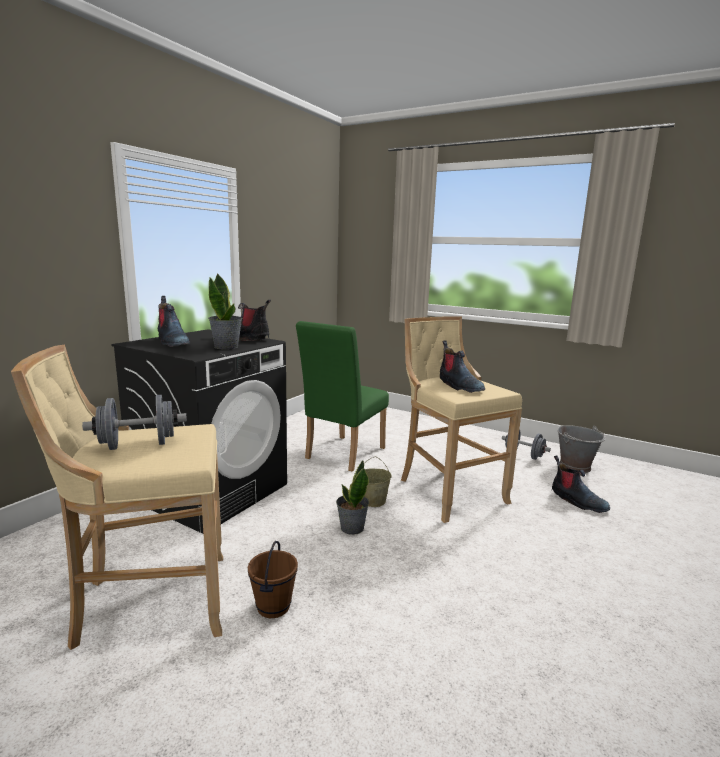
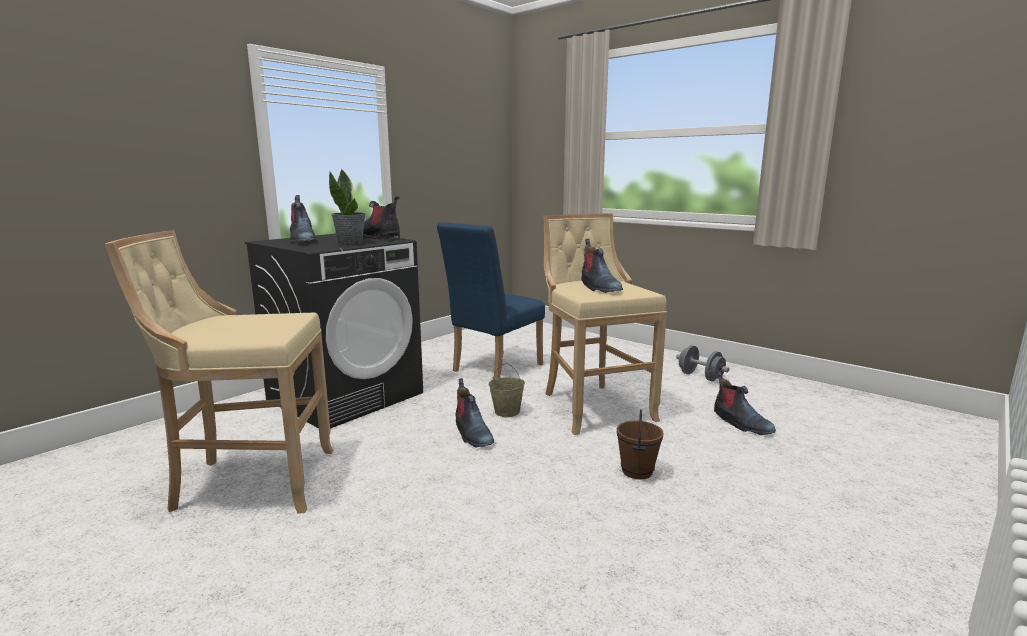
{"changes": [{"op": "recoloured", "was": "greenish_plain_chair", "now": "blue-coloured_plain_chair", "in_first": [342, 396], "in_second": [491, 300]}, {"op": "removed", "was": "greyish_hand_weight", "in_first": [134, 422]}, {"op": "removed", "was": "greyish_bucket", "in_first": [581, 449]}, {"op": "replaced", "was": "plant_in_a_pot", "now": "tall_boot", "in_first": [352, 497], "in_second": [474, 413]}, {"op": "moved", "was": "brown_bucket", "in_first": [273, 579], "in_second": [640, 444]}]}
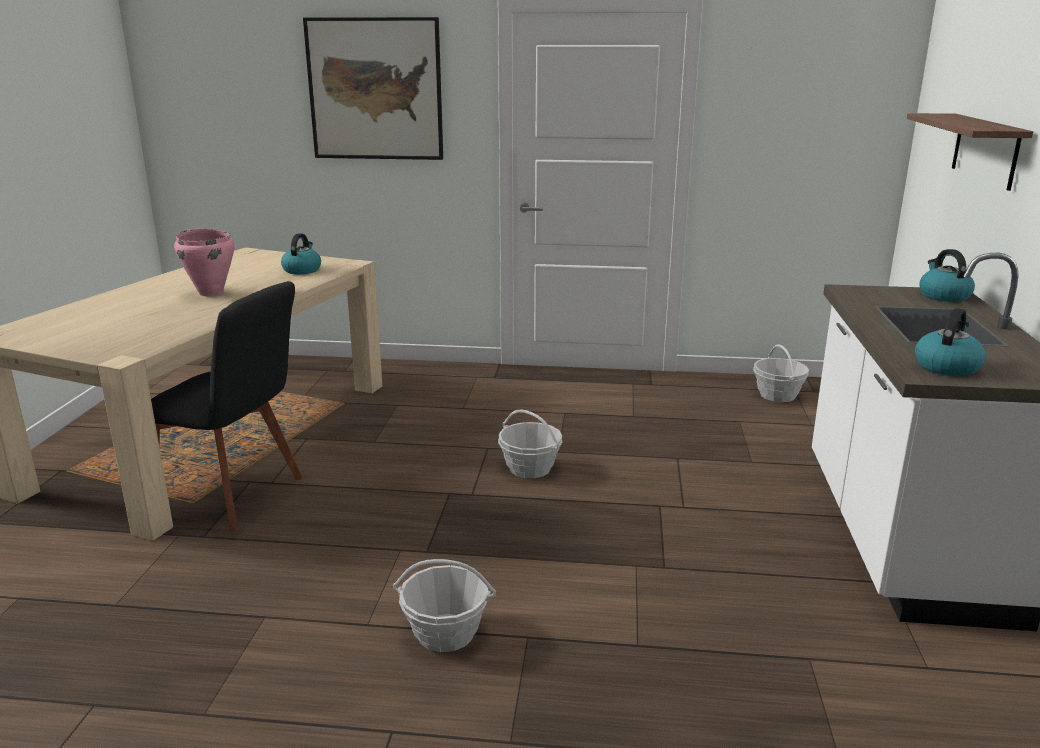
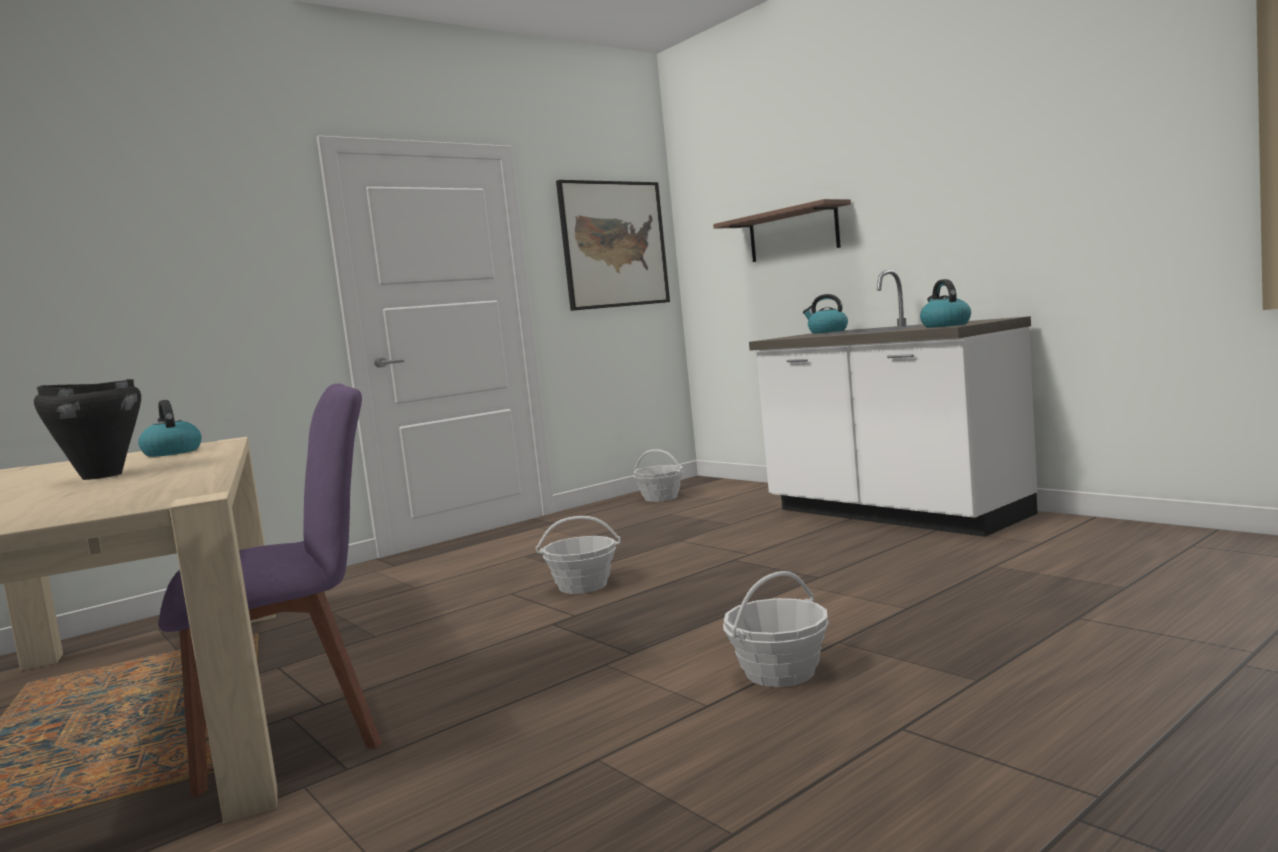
{"changes": [{"op": "moved", "was": "wall_art", "in_first": [373, 88], "in_second": [613, 245]}, {"op": "recoloured", "was": "pink-coloured_stockpot", "now": "black-coloured_stockpot", "in_first": [204, 262], "in_second": [87, 429]}, {"op": "recoloured", "was": "black-coloured_plain_chair", "now": "purplish_plain_chair", "in_first": [227, 406], "in_second": [270, 590]}]}
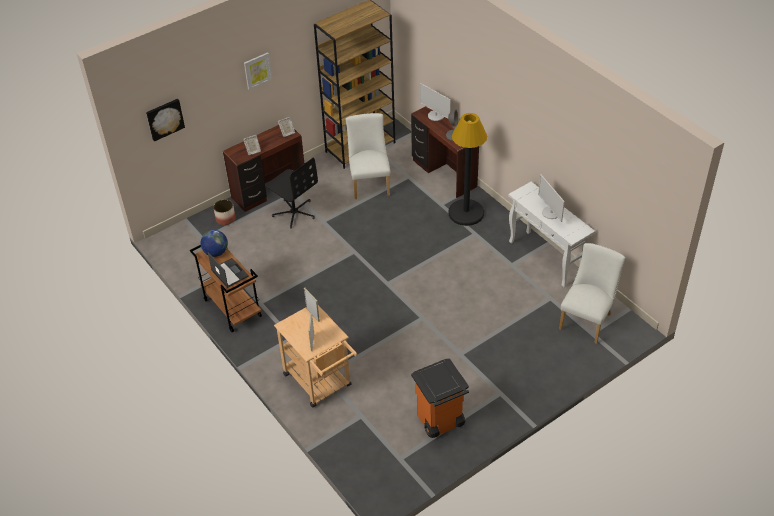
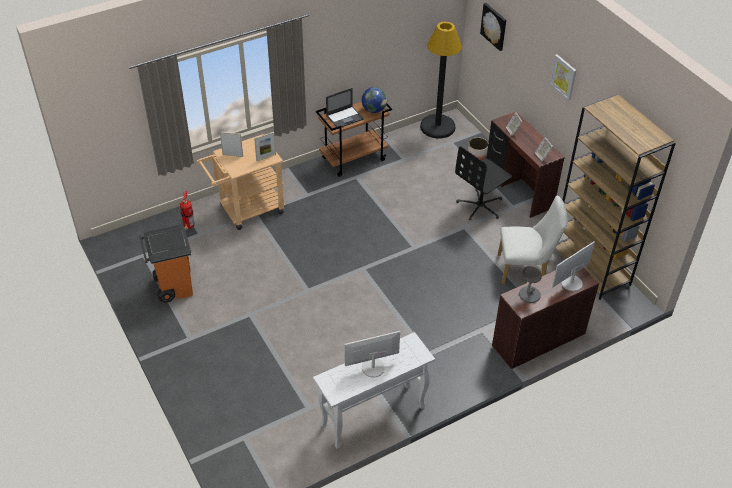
{"changes": [{"op": "moved", "was": "black-coloured_floor_lamp", "in_first": [467, 169], "in_second": [441, 80]}, {"op": "removed", "was": "white-coloured_plain_chair", "in_first": [592, 293]}, {"op": "added", "now": "fire_extinguisher", "in_second": [187, 210]}]}
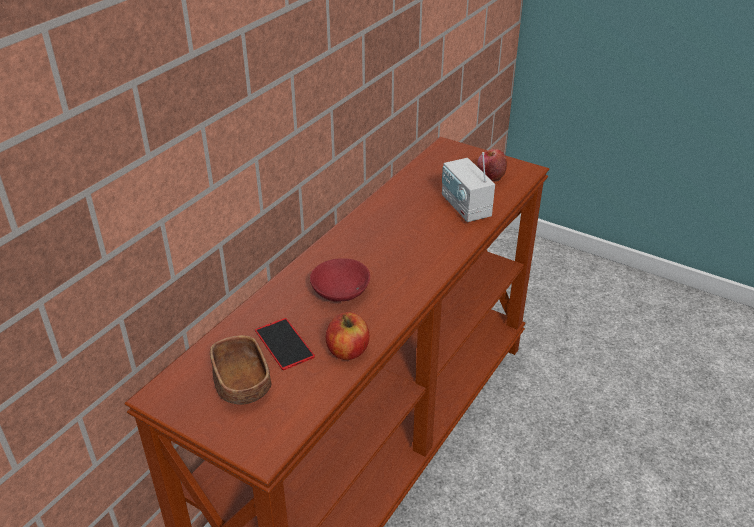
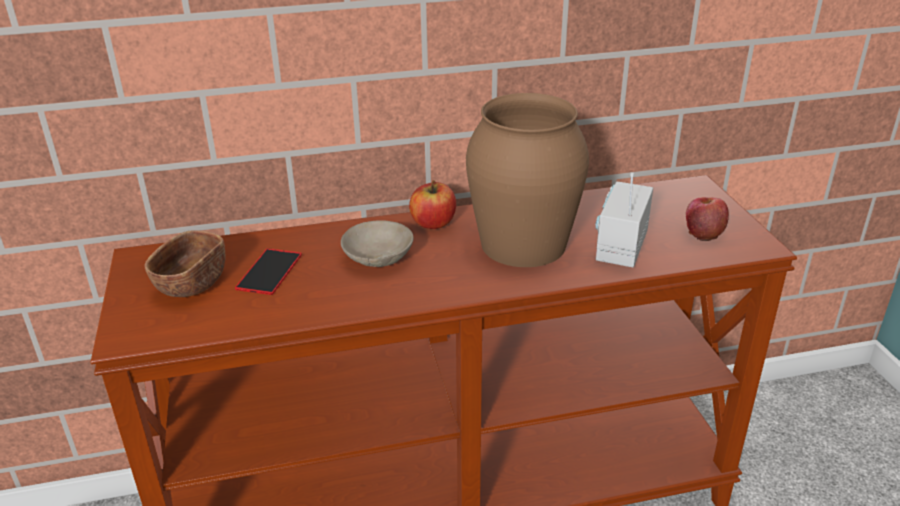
{"changes": [{"op": "recoloured", "was": "reddish_serving_bowl", "now": "beige_serving_bowl", "in_first": [340, 280], "in_second": [377, 243]}, {"op": "moved", "was": "apple", "in_first": [347, 336], "in_second": [432, 204]}, {"op": "added", "now": "brown_vase", "in_second": [527, 180]}]}
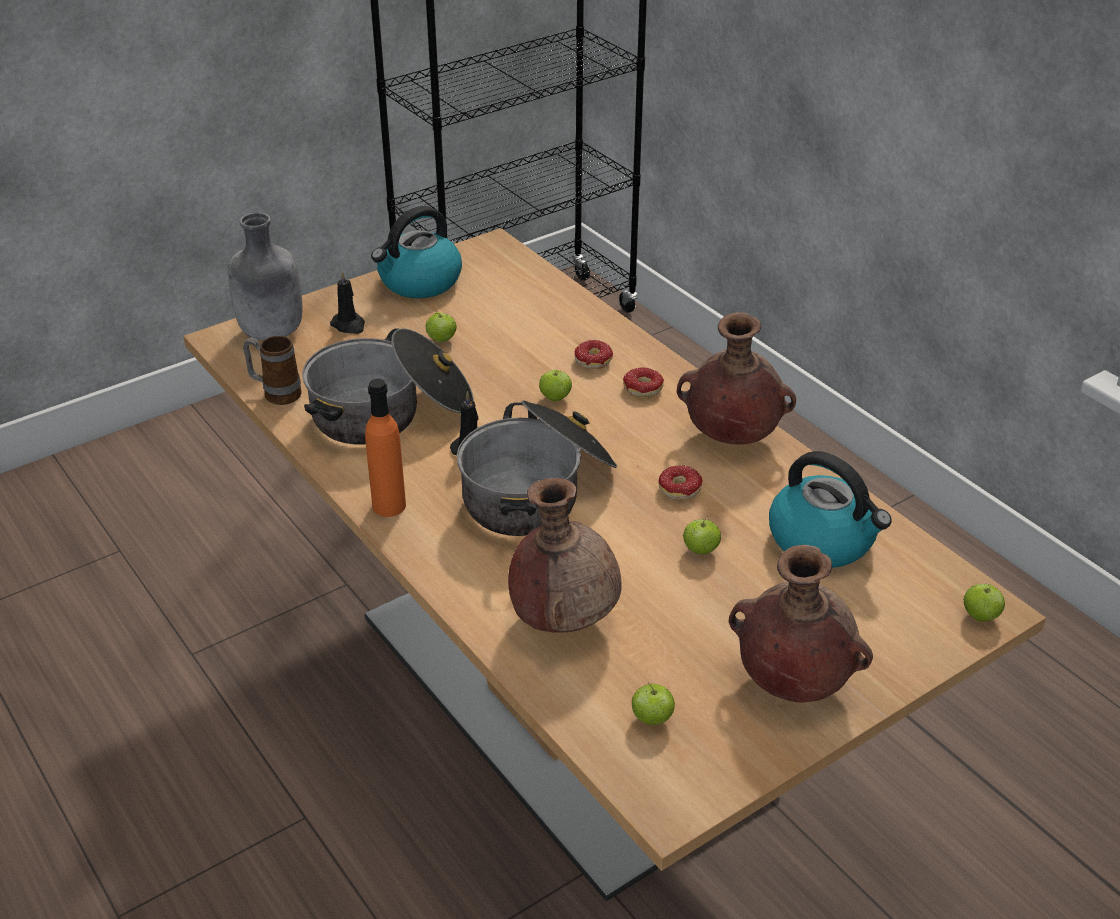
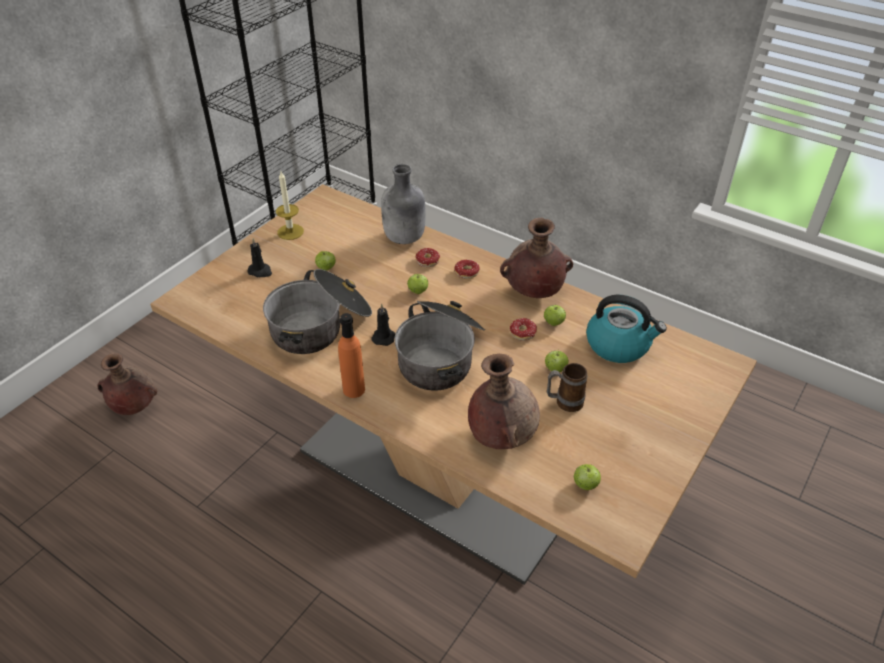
{"changes": [{"op": "replaced", "was": "water_kettle", "now": "candle", "in_first": [416, 252], "in_second": [290, 206]}, {"op": "moved", "was": "greyish_beverage_bottle", "in_first": [265, 276], "in_second": [403, 204]}, {"op": "moved", "was": "coffee_mug", "in_first": [272, 370], "in_second": [567, 387]}, {"op": "moved", "was": "brown_vase", "in_first": [801, 624], "in_second": [127, 384]}, {"op": "moved", "was": "apple", "in_first": [984, 603], "in_second": [555, 315]}]}
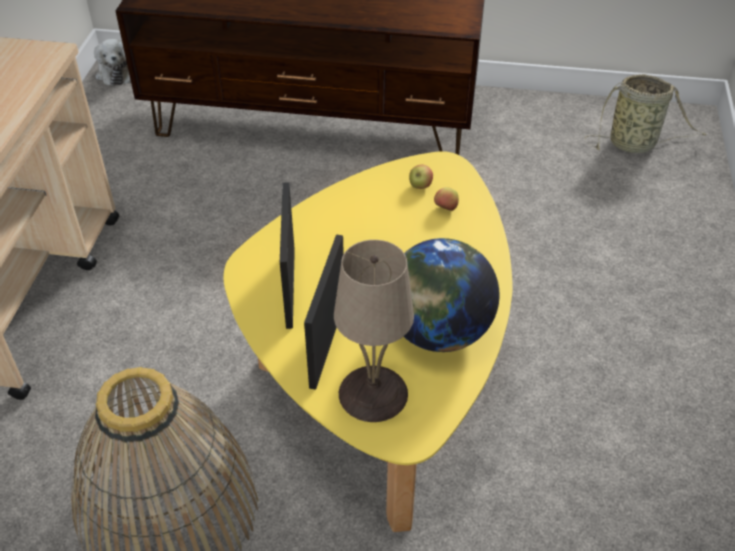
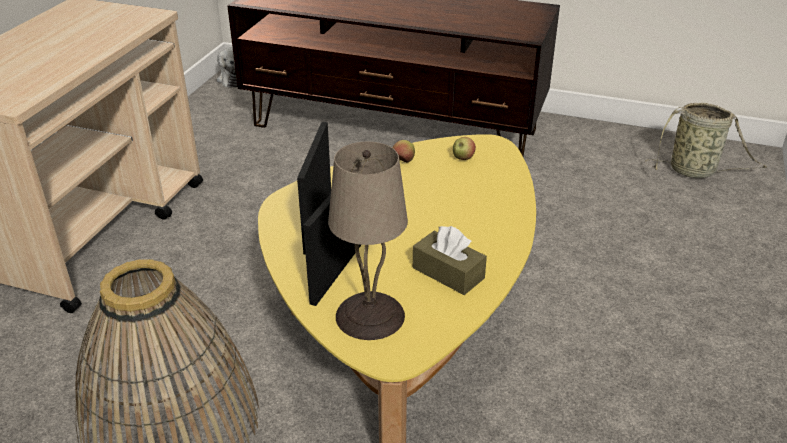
{"changes": [{"op": "moved", "was": "apple", "in_first": [446, 199], "in_second": [404, 151]}, {"op": "replaced", "was": "world_globe", "now": "brown_box_of_tissues", "in_first": [451, 295], "in_second": [450, 260]}]}
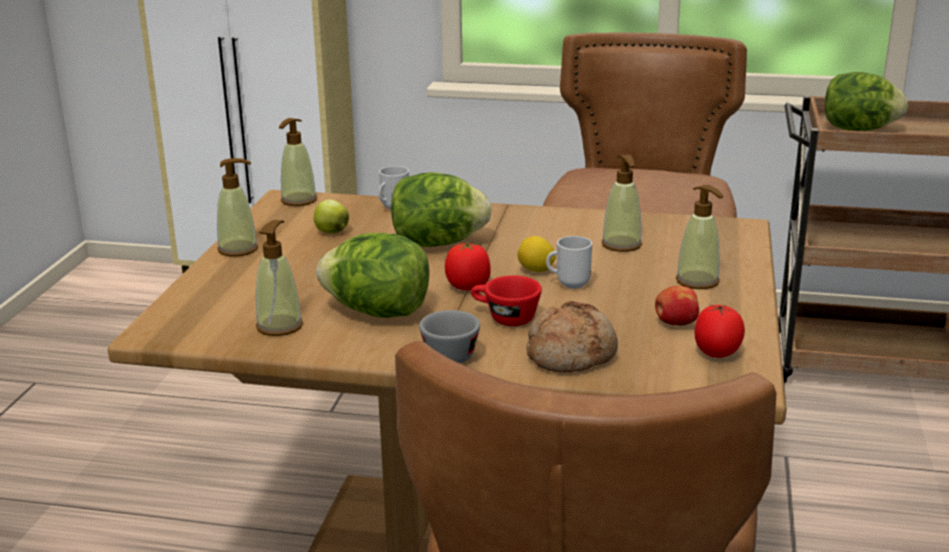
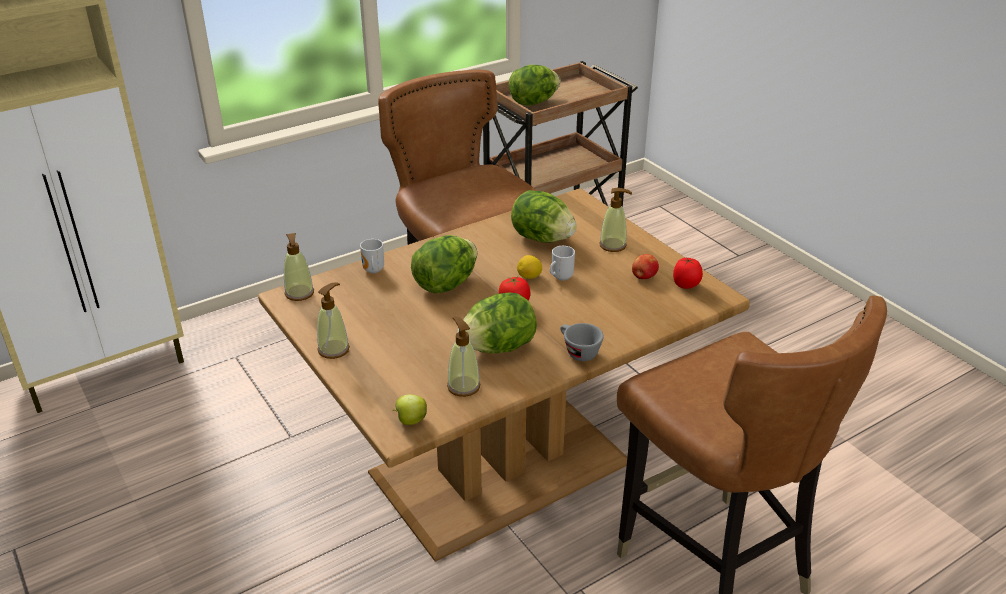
{"changes": [{"op": "replaced", "was": "liquid_soap_bottle", "now": "head_of_lettuce", "in_first": [622, 203], "in_second": [544, 216]}, {"op": "moved", "was": "apple", "in_first": [331, 216], "in_second": [410, 409]}, {"op": "removed", "was": "reddish_small_cup", "in_first": [506, 300]}, {"op": "removed", "was": "baked_bread", "in_first": [572, 337]}]}
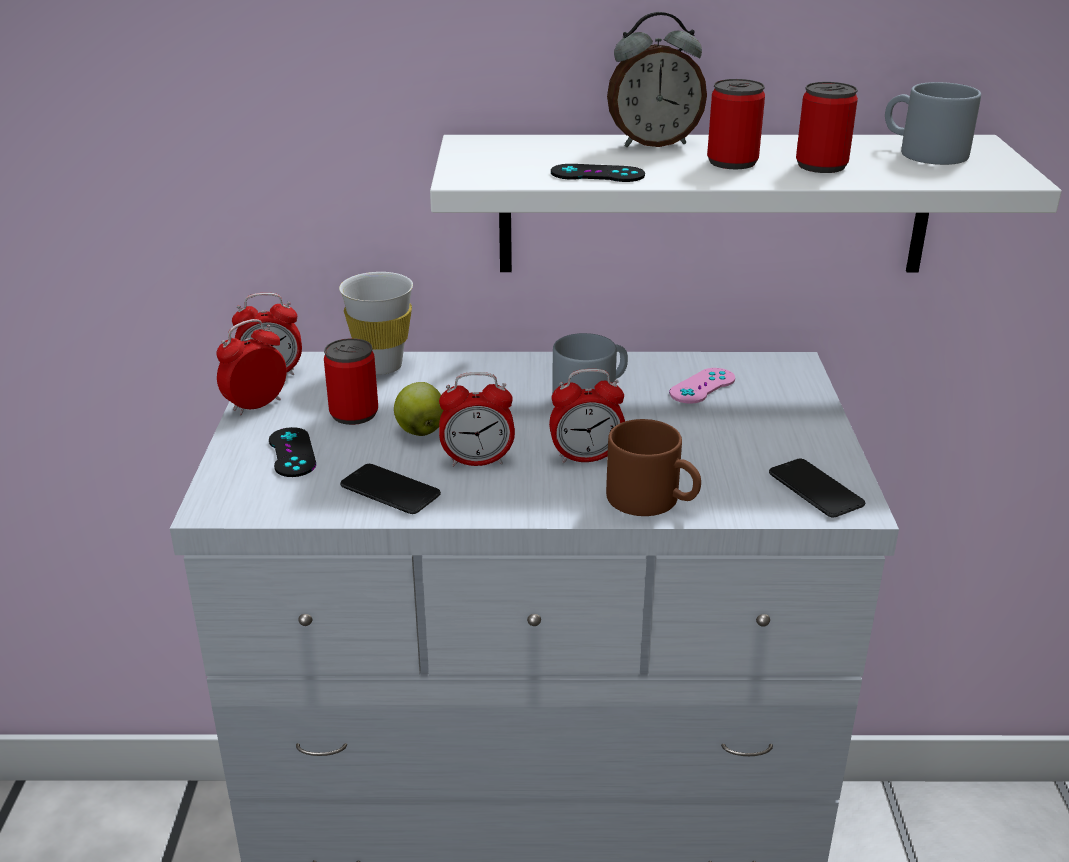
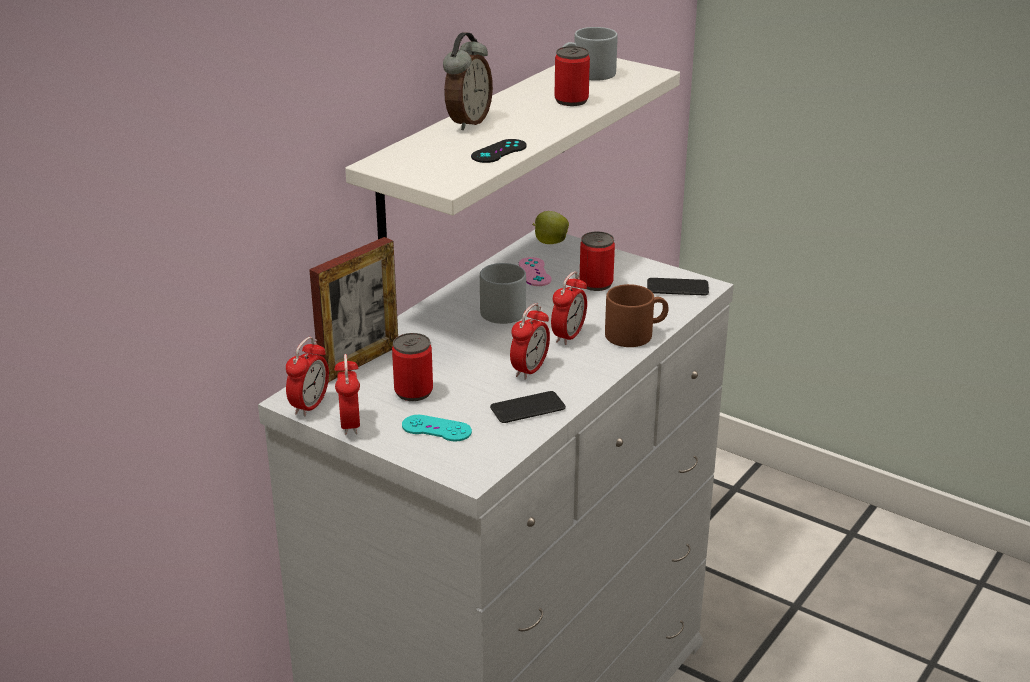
{"changes": [{"op": "moved", "was": "metal_can", "in_first": [736, 124], "in_second": [597, 261]}, {"op": "replaced", "was": "white-coloured_small_cup", "now": "picture_frame", "in_first": [376, 323], "in_second": [353, 309]}, {"op": "moved", "was": "apple", "in_first": [418, 409], "in_second": [550, 227]}, {"op": "recoloured", "was": "black-coloured_game_controller", "now": "blue-green_game_controller", "in_first": [292, 452], "in_second": [437, 428]}]}
